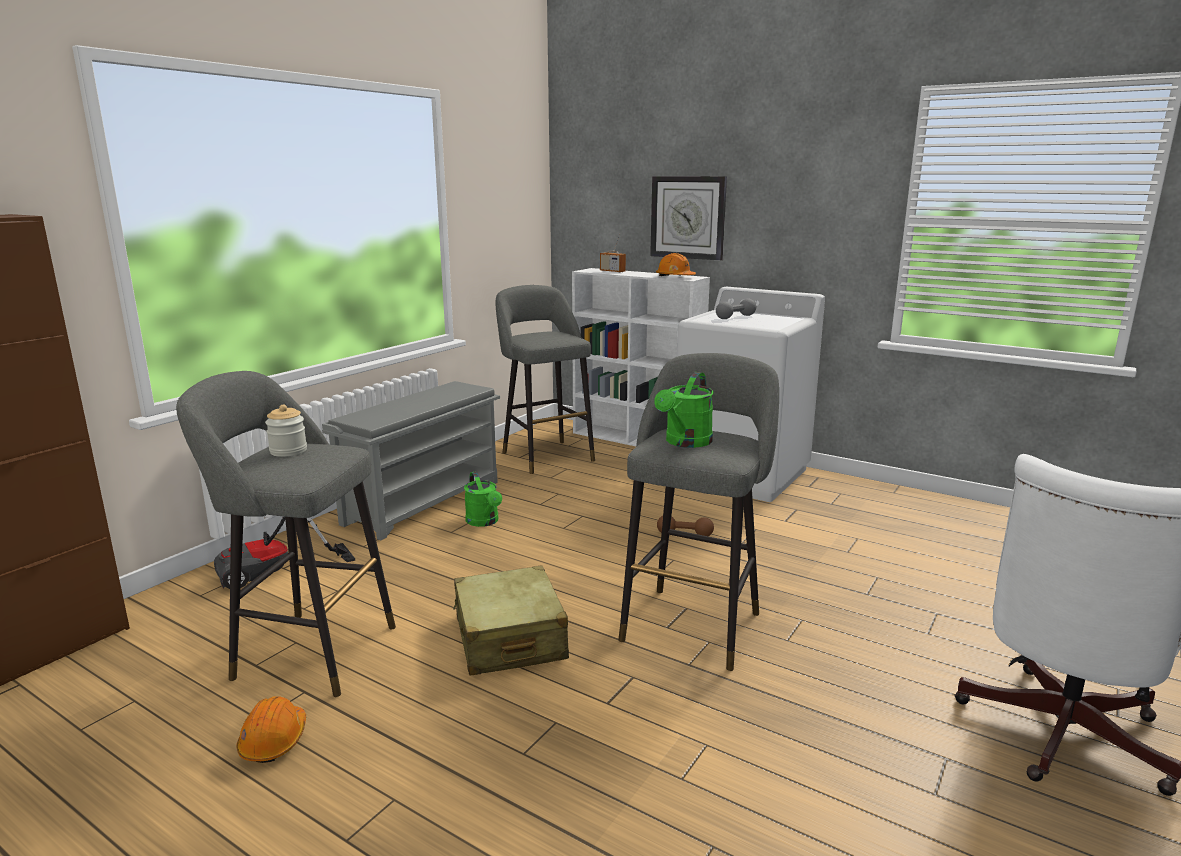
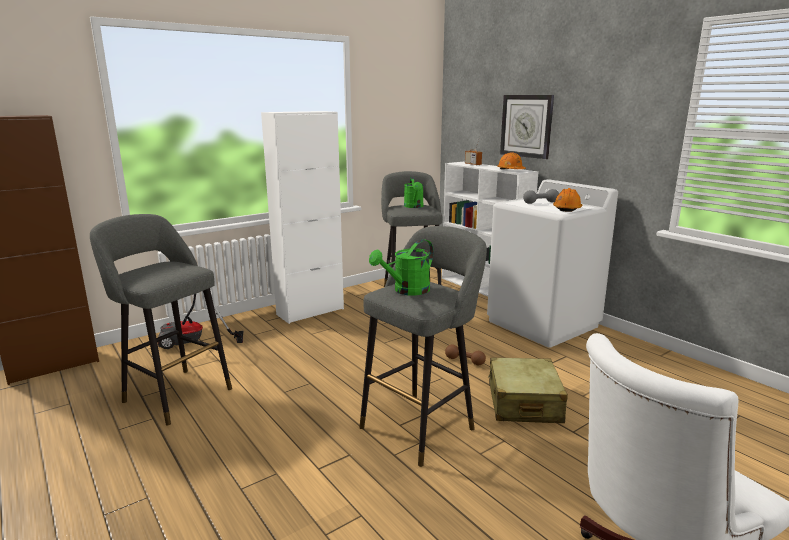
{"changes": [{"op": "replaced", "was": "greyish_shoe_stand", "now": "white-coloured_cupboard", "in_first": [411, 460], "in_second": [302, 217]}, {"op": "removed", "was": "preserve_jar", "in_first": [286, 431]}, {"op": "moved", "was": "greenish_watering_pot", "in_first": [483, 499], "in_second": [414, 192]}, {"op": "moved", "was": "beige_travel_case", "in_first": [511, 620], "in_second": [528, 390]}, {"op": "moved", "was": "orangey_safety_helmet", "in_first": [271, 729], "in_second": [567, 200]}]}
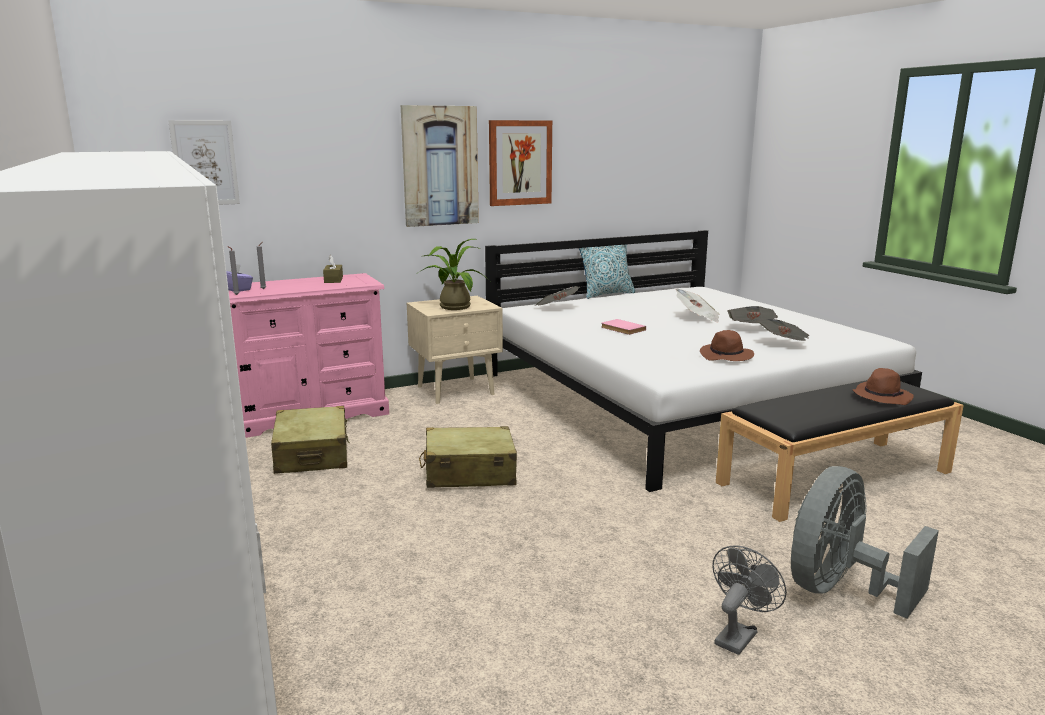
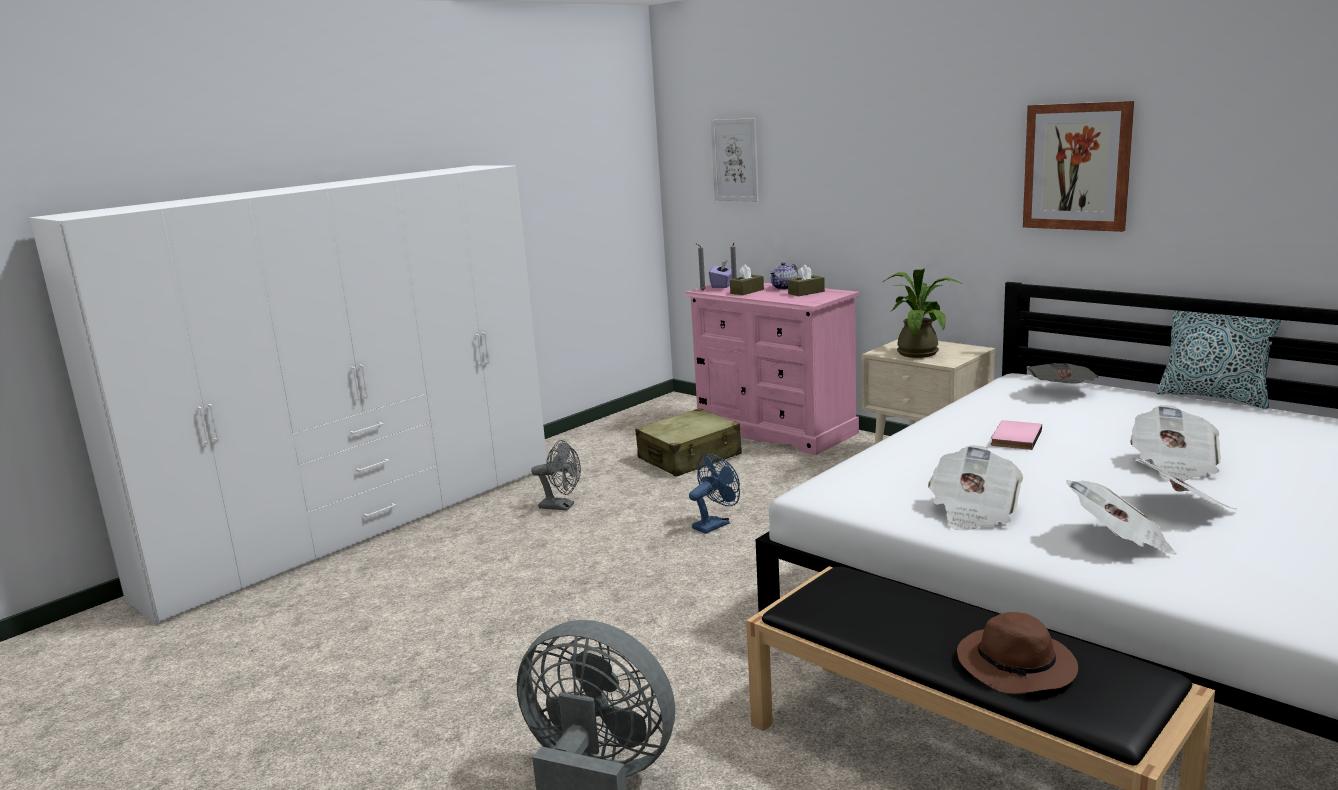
{"changes": [{"op": "removed", "was": "wall_art", "in_first": [440, 166]}, {"op": "replaced", "was": "brown_hat", "now": "printed_paper", "in_first": [727, 345], "in_second": [975, 487]}, {"op": "replaced", "was": "beige_travel_case", "now": "blue-coloured_cooling_fan", "in_first": [468, 457], "in_second": [714, 494]}, {"op": "moved", "was": "greyish_cooling_fan", "in_first": [749, 600], "in_second": [556, 475]}, {"op": "added", "now": "teapot", "in_second": [784, 276]}, {"op": "added", "now": "brown_box_of_tissues", "in_second": [747, 279]}]}
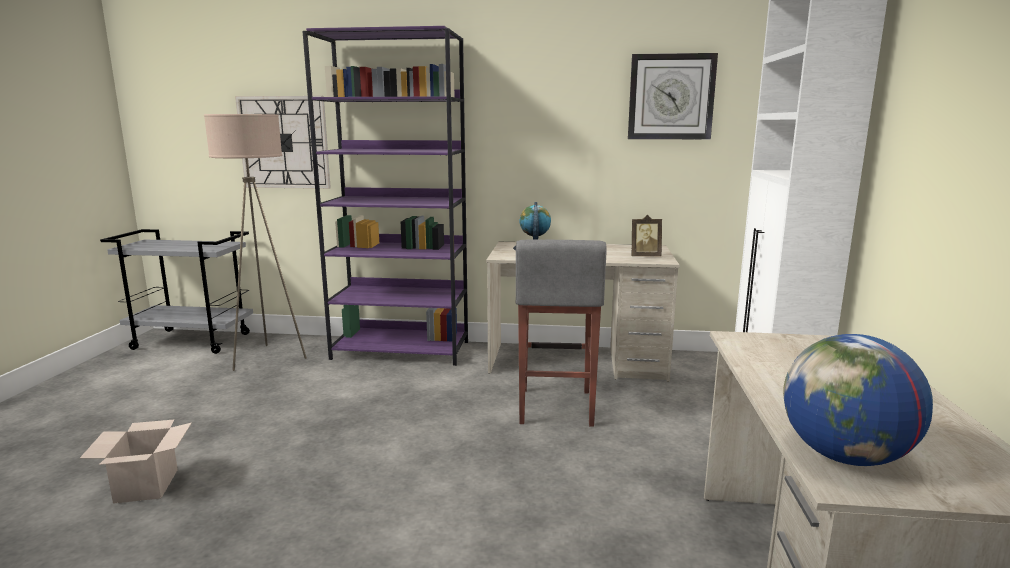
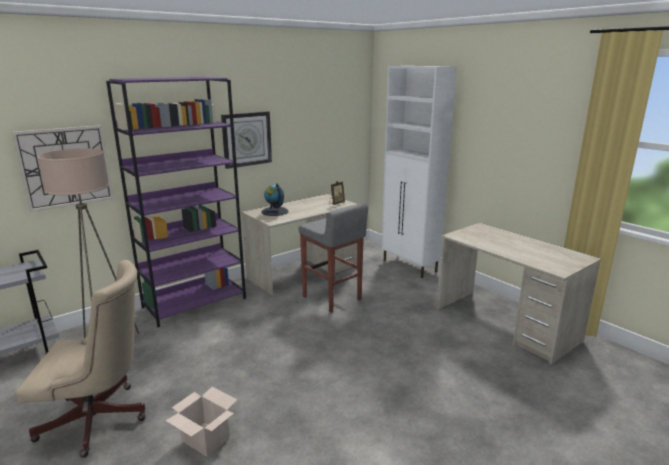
{"changes": [{"op": "moved", "was": "wall_clock", "in_first": [673, 96], "in_second": [246, 140]}, {"op": "removed", "was": "world_globe", "in_first": [858, 400]}, {"op": "added", "now": "beige_computer_chair", "in_second": [80, 359]}]}
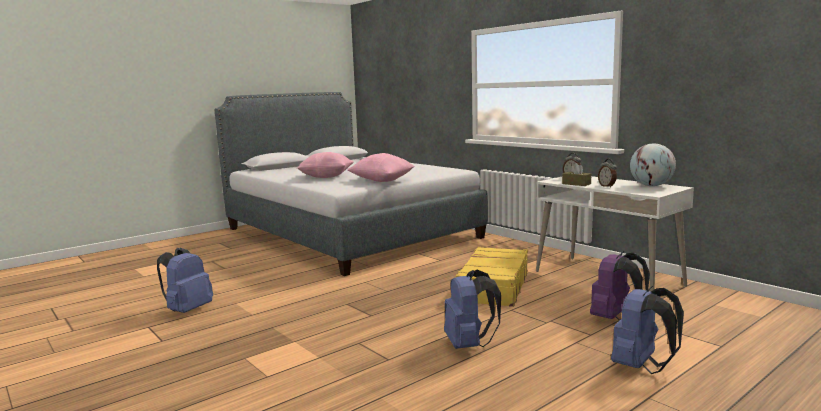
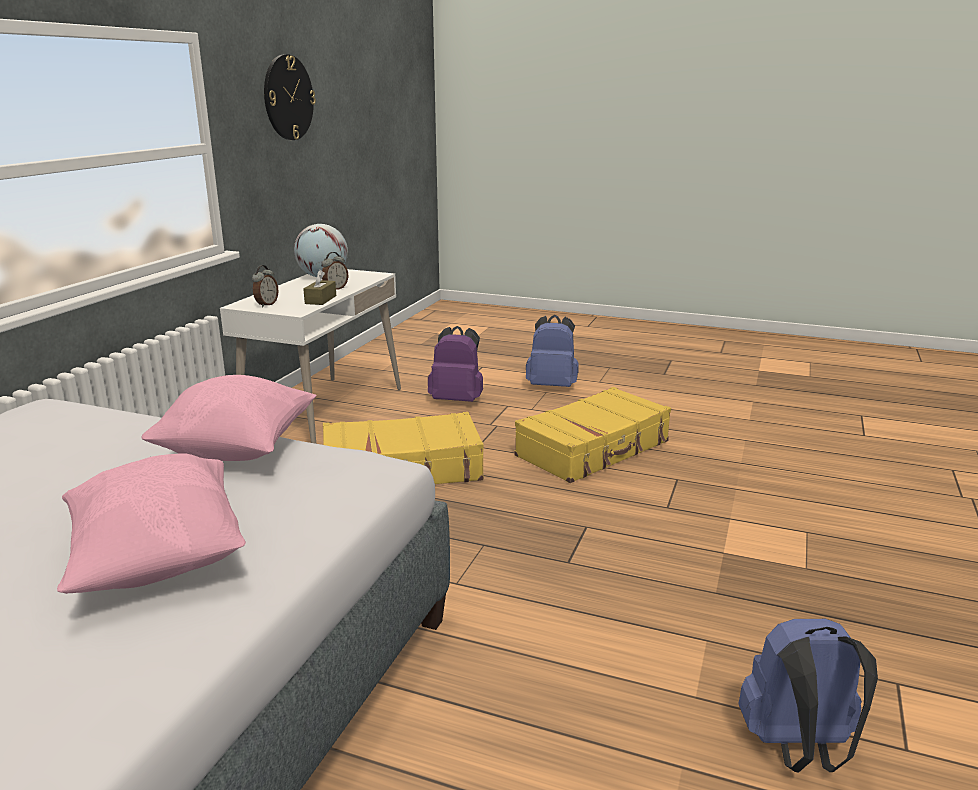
{"changes": [{"op": "replaced", "was": "blue-coloured_backpack", "now": "yellow_travel_case", "in_first": [472, 309], "in_second": [592, 435]}, {"op": "added", "now": "wall_clock", "in_second": [290, 97]}]}
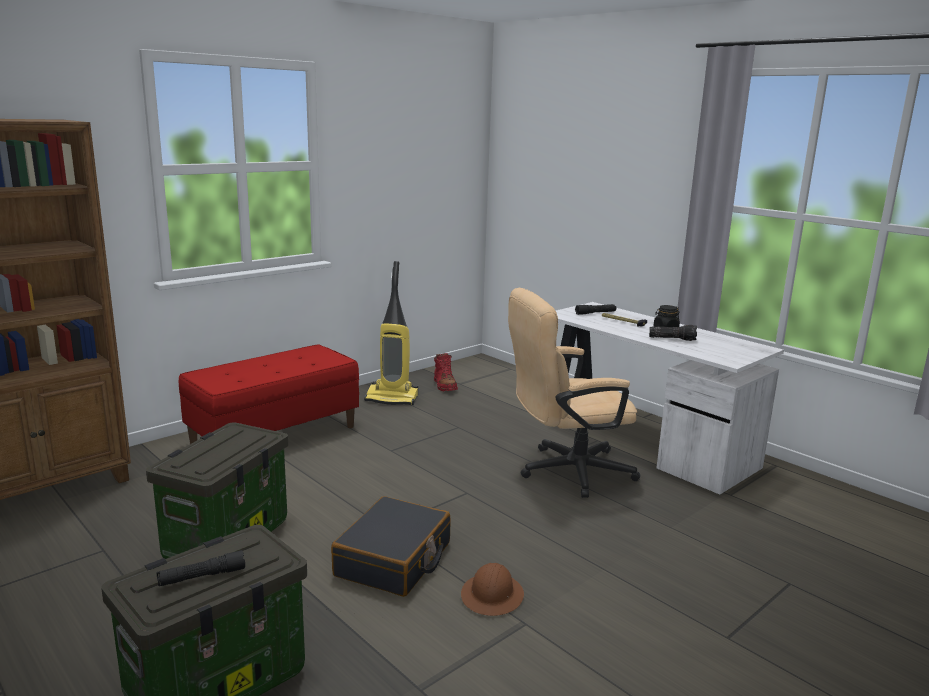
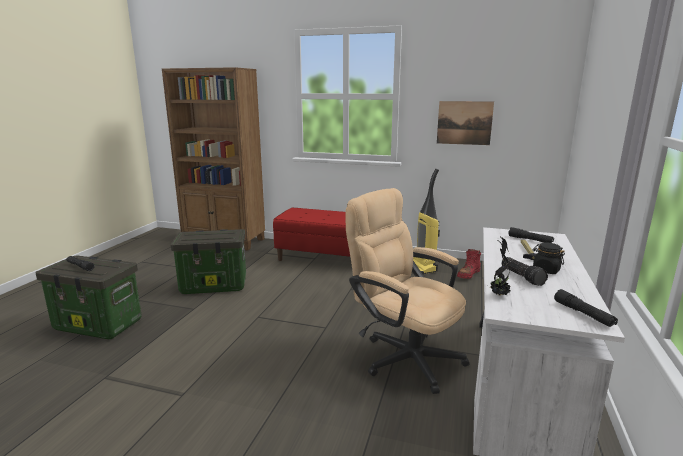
{"changes": [{"op": "removed", "was": "black-coloured_travel_case", "in_first": [391, 546]}, {"op": "removed", "was": "brown_safety_helmet", "in_first": [492, 589]}, {"op": "added", "now": "wall_art", "in_second": [465, 123]}, {"op": "added", "now": "plant_in_a_pot", "in_second": [499, 266]}, {"op": "added", "now": "black-coloured_hand_torch", "in_second": [586, 308]}]}
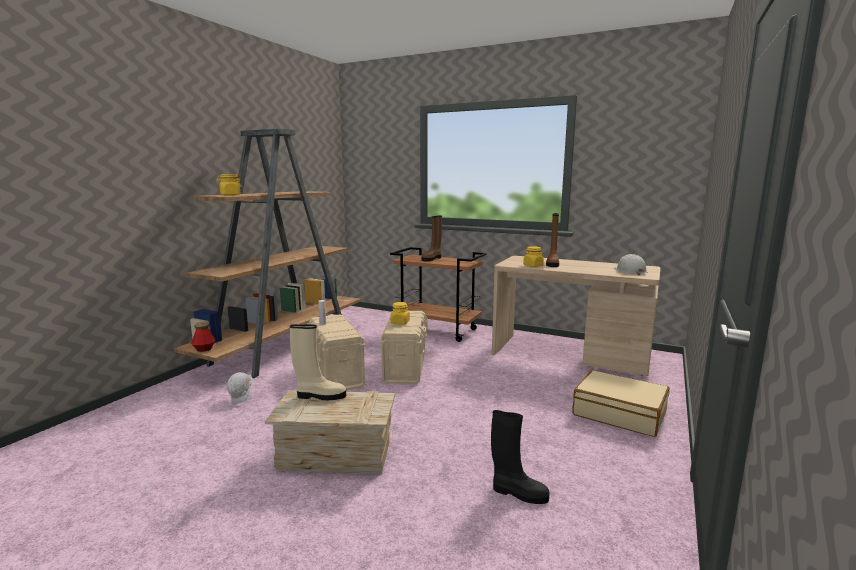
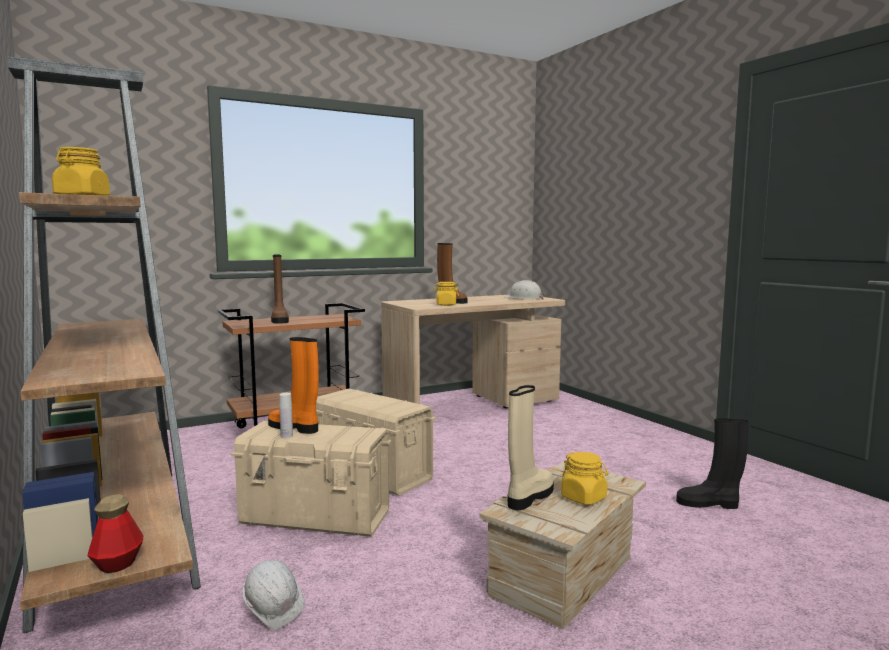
{"changes": [{"op": "moved", "was": "yellow_preserve_jar", "in_first": [400, 313], "in_second": [584, 478]}, {"op": "removed", "was": "beige_travel_case", "in_first": [621, 403]}, {"op": "turned", "was": "black-coloured_tall_boot", "in_first": [520, 457], "in_second": [712, 463], "clockwise": -135}, {"op": "added", "now": "orangey_tall_boot", "in_second": [293, 385]}]}
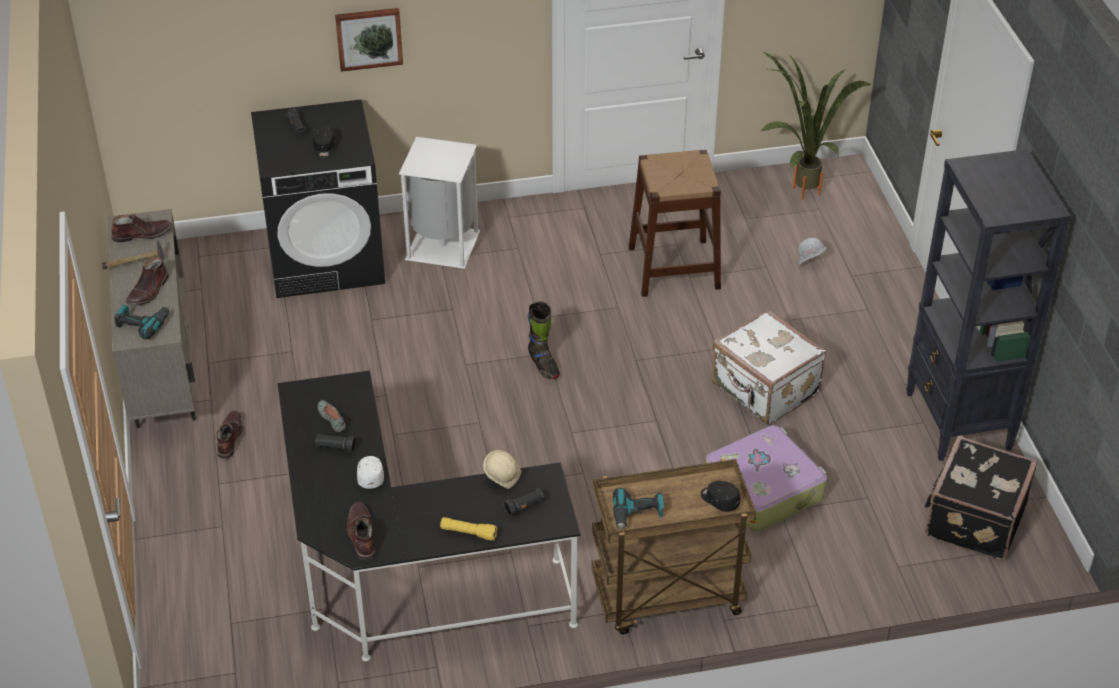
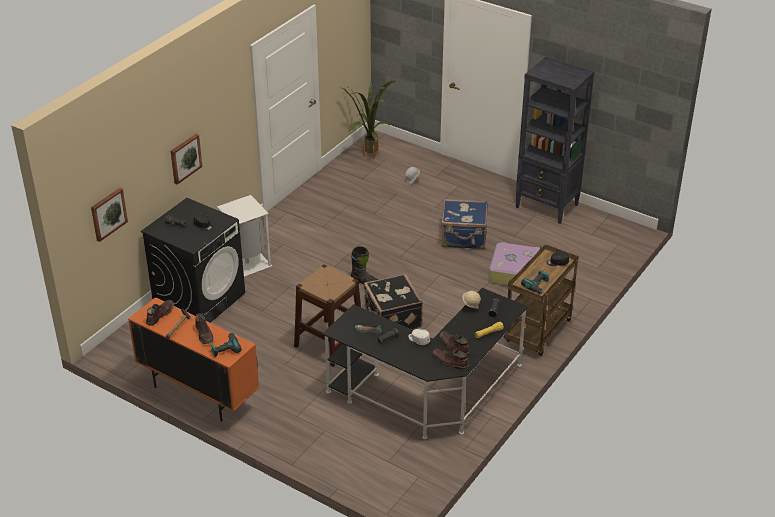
{"changes": [{"op": "moved", "was": "brown_stool_seat", "in_first": [675, 223], "in_second": [327, 315]}, {"op": "recoloured", "was": "beige_cupboard", "now": "orangey_cupboard", "in_first": [152, 318], "in_second": [193, 359]}, {"op": "recoloured", "was": "white-coloured_travel_case", "now": "blue-coloured_travel_case", "in_first": [769, 367], "in_second": [464, 224]}, {"op": "moved", "was": "brown_tall_boot", "in_first": [230, 434], "in_second": [455, 343]}, {"op": "moved", "was": "black-coloured_travel_case", "in_first": [981, 498], "in_second": [393, 302]}, {"op": "added", "now": "wall_art", "in_second": [109, 215]}]}
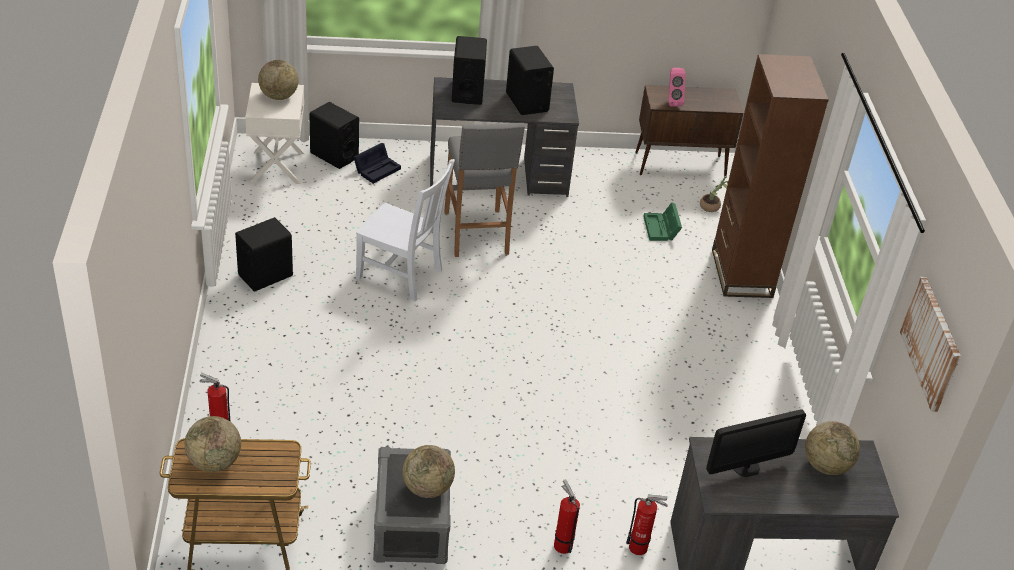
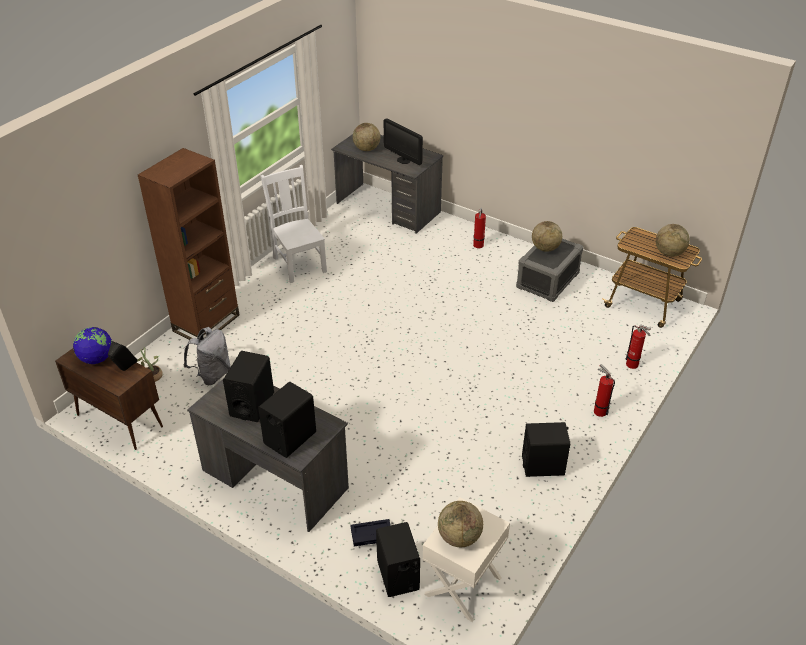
{"changes": [{"op": "recoloured", "was": "pink-coloured_speaker", "now": "black-coloured_speaker", "in_first": [677, 87], "in_second": [122, 356]}, {"op": "removed", "was": "greyish_stool_seat", "in_first": [484, 190]}, {"op": "moved", "was": "white-coloured_plain_chair", "in_first": [405, 230], "in_second": [294, 224]}, {"op": "replaced", "was": "greenish_storage_bin", "now": "greyish_backpack", "in_first": [662, 221], "in_second": [207, 356]}, {"op": "removed", "was": "wall_art", "in_first": [930, 344]}, {"op": "turned", "was": "computer_screen", "in_first": [756, 443], "in_second": [403, 142], "clockwise": -150}, {"op": "moved", "was": "fire_extinguisher", "in_first": [647, 525], "in_second": [604, 390]}, {"op": "added", "now": "world_globe", "in_second": [92, 345]}]}
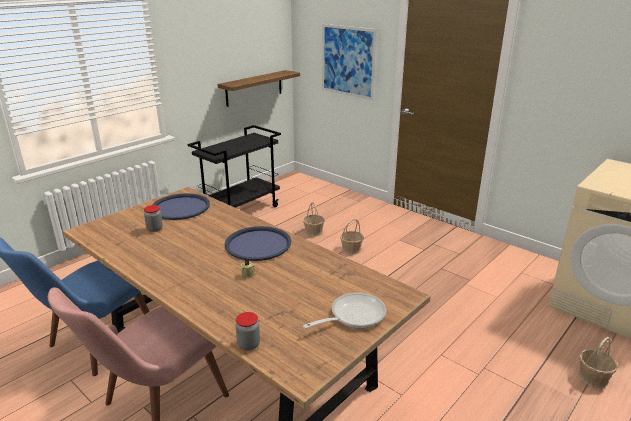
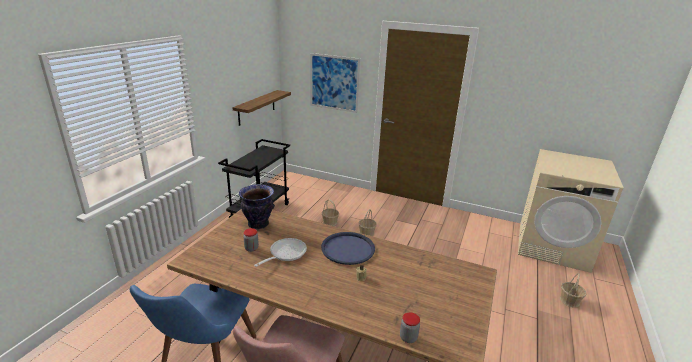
{"changes": [{"op": "replaced", "was": "blue-coloured_serving_tray", "now": "vase", "in_first": [181, 206], "in_second": [257, 206]}, {"op": "moved", "was": "skillet", "in_first": [344, 310], "in_second": [280, 252]}]}
